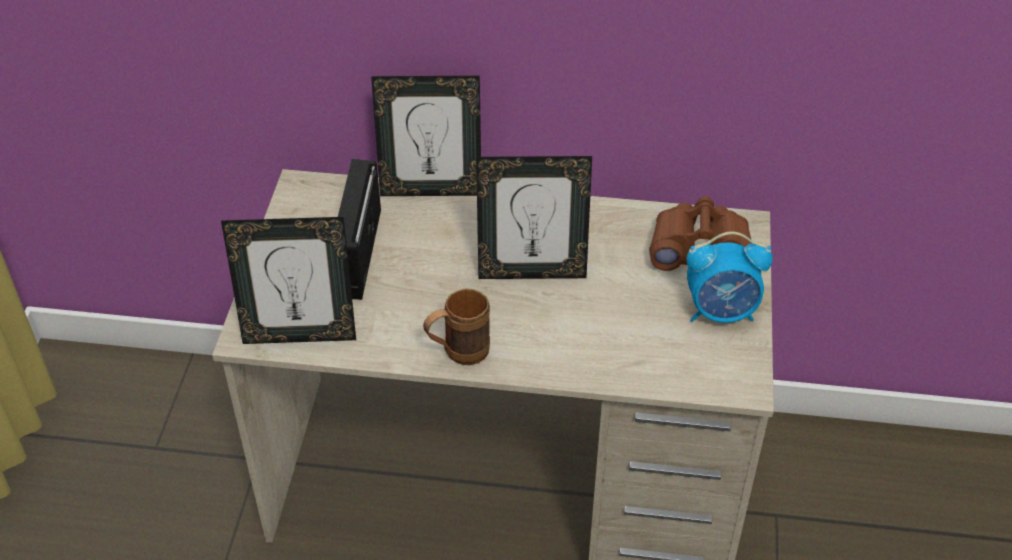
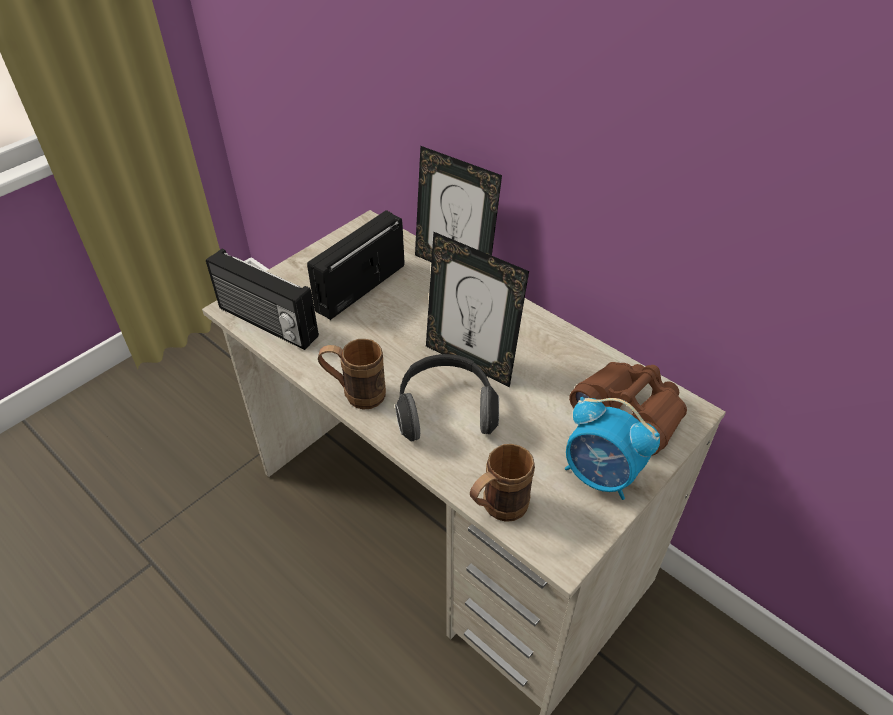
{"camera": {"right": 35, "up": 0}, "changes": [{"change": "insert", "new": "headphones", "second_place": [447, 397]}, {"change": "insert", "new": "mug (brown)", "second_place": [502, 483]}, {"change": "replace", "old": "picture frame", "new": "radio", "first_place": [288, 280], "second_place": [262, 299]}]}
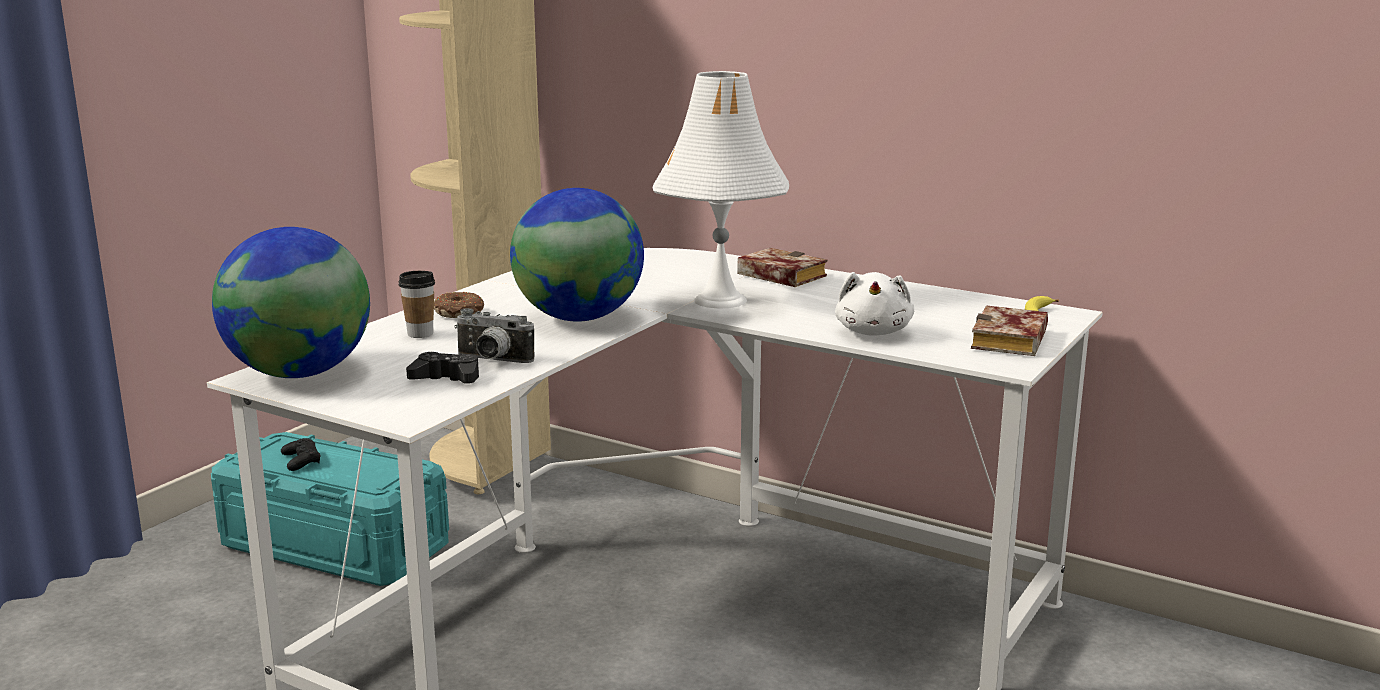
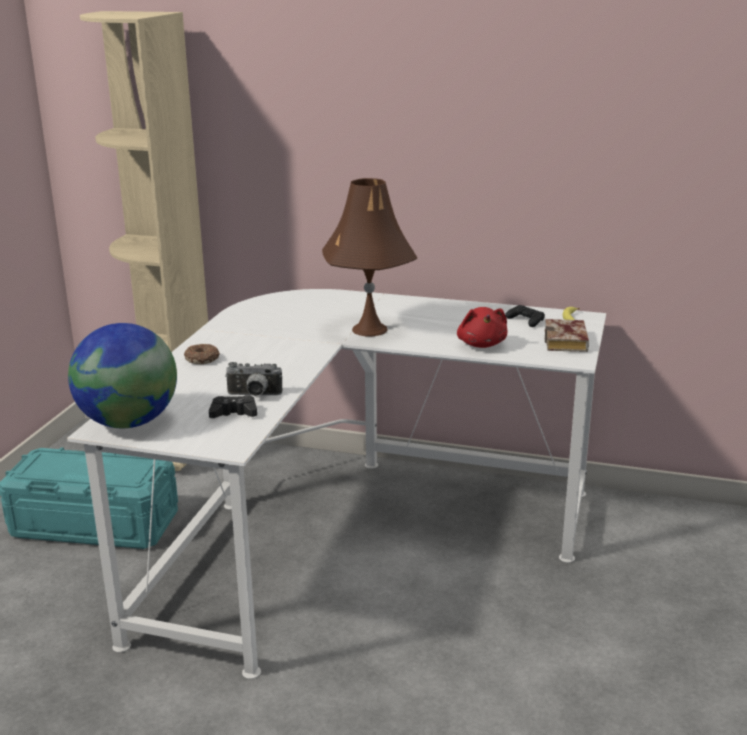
{"camera": {"right": -15, "up": 5}, "changes": [{"change": "delete", "old": "cup", "first_place": [417, 304]}, {"change": "delete", "old": "globe", "first_place": [577, 255]}, {"change": "delete", "old": "book", "first_place": [782, 267]}, {"change": "move", "old": "game controller (black)", "first_place": [301, 454], "second_place": [525, 316]}, {"change": "recolor", "old": "table lamp (white)", "new": "table lamp (brown)", "first_place": [720, 190], "second_place": [369, 257]}, {"change": "recolor", "old": "plush toy (white)", "new": "plush toy (red)", "first_place": [874, 304], "second_place": [482, 327]}]}
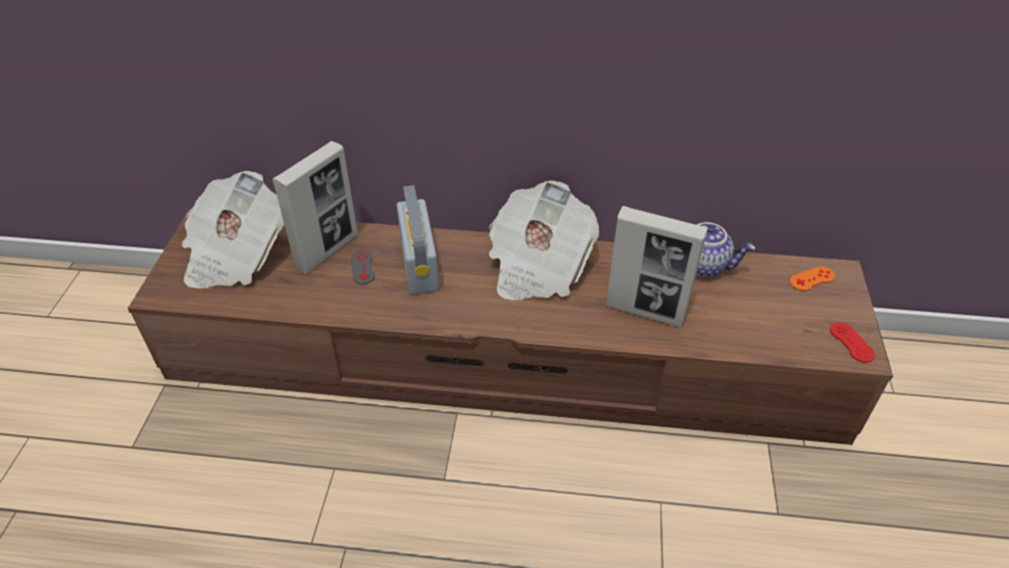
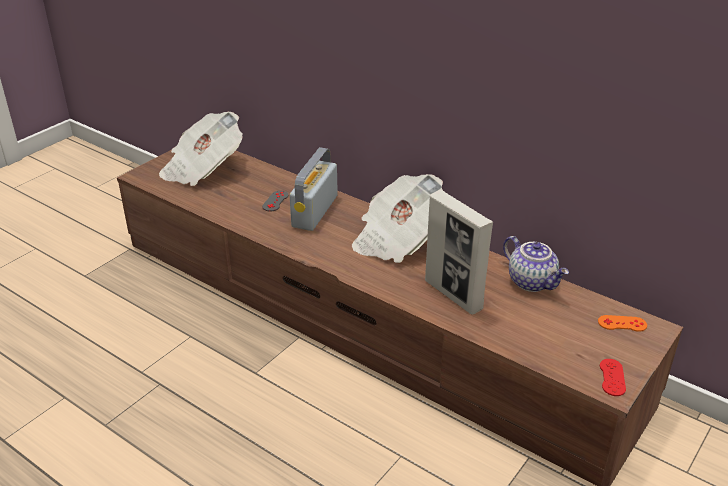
{"camera": {"right": 30, "up": -10}, "changes": [{"change": "delete", "old": "picture frame", "first_place": [315, 207]}]}
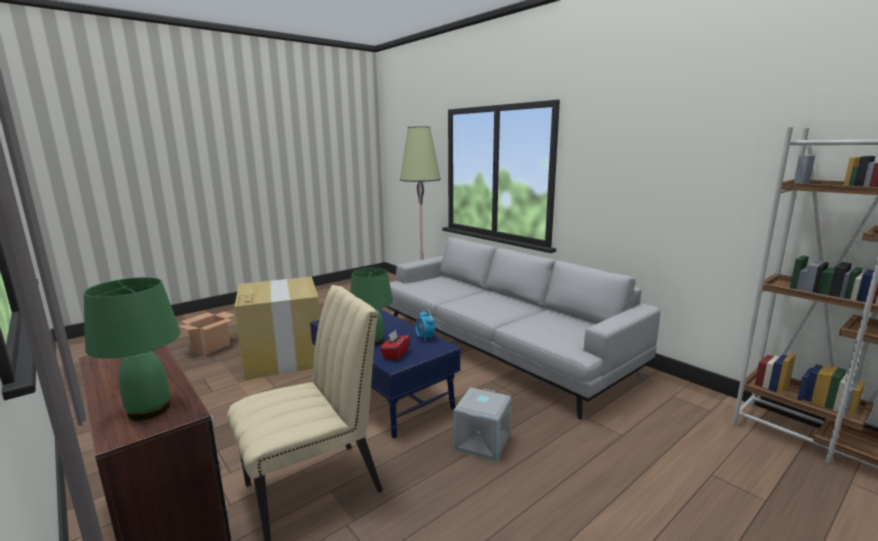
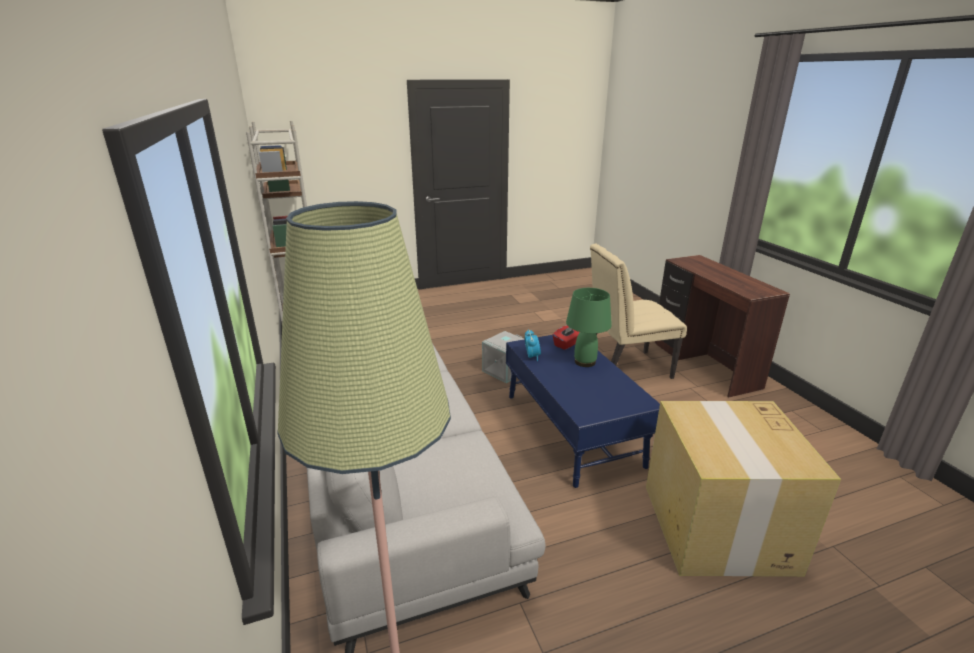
{"camera": {"right": -160, "up": 10}, "changes": [{"change": "delete", "old": "table lamp (green)", "first_place": [132, 348]}, {"change": "delete", "old": "cardboard box", "first_place": [206, 334]}]}
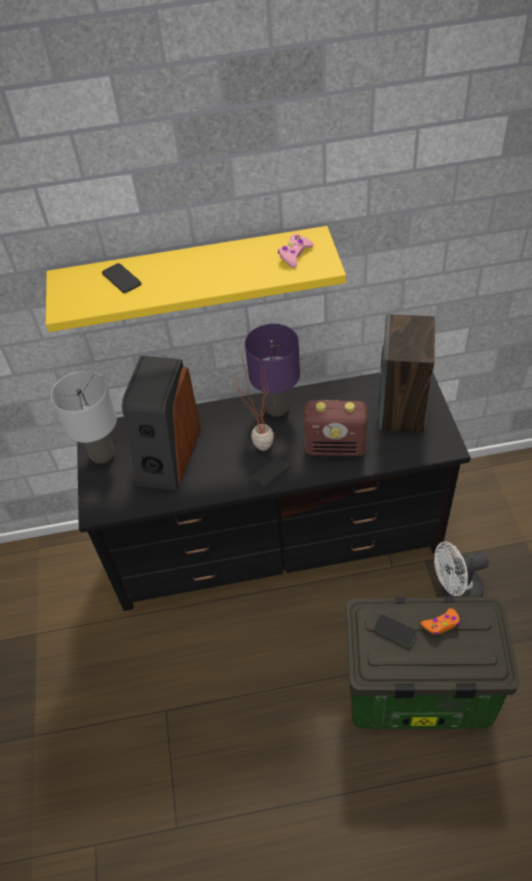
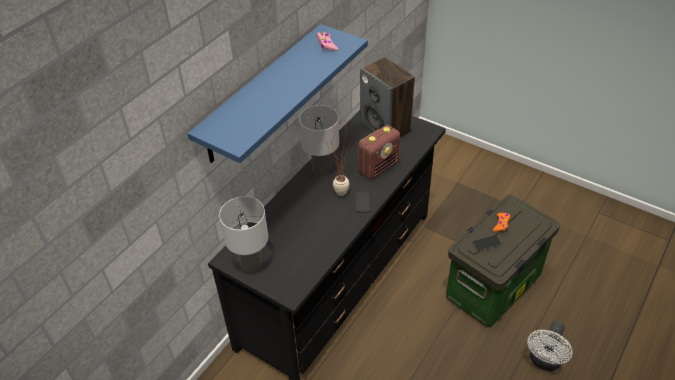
{"camera": {"right": -50, "up": -5}, "changes": [{"change": "delete", "old": "phone", "first_place": [121, 278]}, {"change": "delete", "old": "speaker", "first_place": [161, 423]}, {"change": "move", "old": "fan (white)", "first_place": [461, 569], "second_place": [550, 346]}, {"change": "recolor", "old": "shelf (yellow)", "new": "shelf (blue)", "first_place": [196, 279], "second_place": [278, 93]}, {"change": "recolor", "old": "table lamp (purple)", "new": "table lamp (white)", "first_place": [272, 370], "second_place": [319, 140]}]}
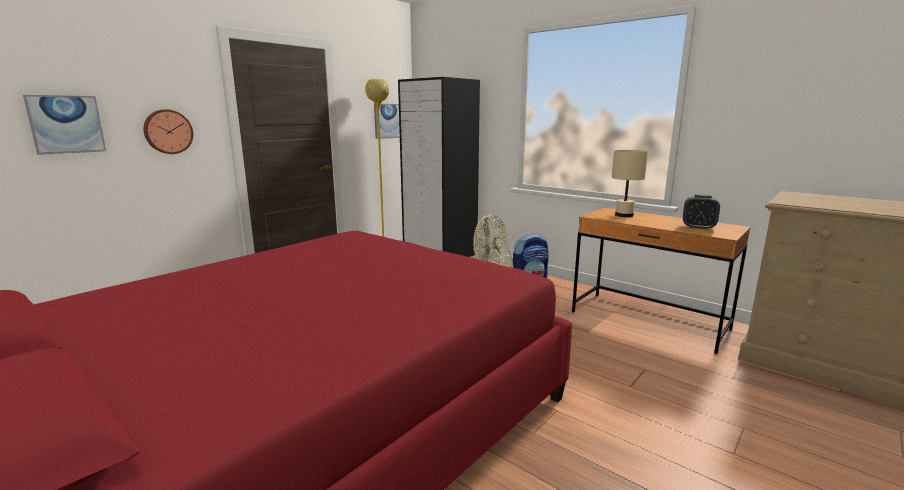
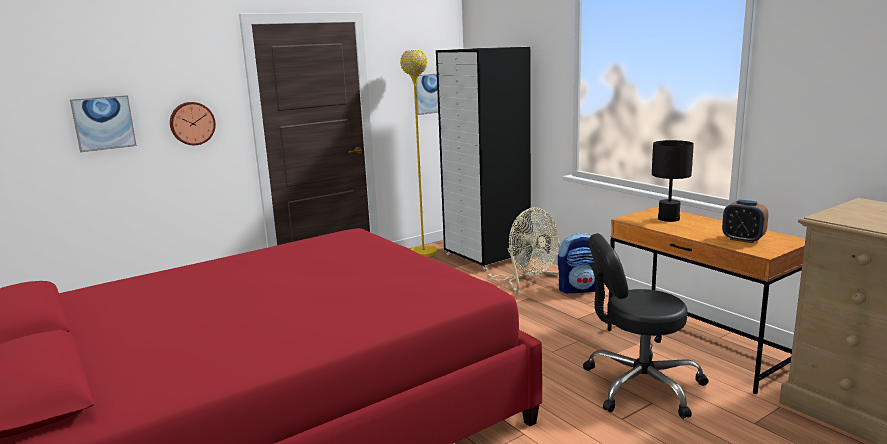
{"camera": {"right": 15, "up": 0}, "changes": [{"change": "insert", "new": "office chair (black)", "second_place": [646, 326]}, {"change": "recolor", "old": "table lamp (beige)", "new": "table lamp (black)", "first_place": [630, 183], "second_place": [673, 181]}]}
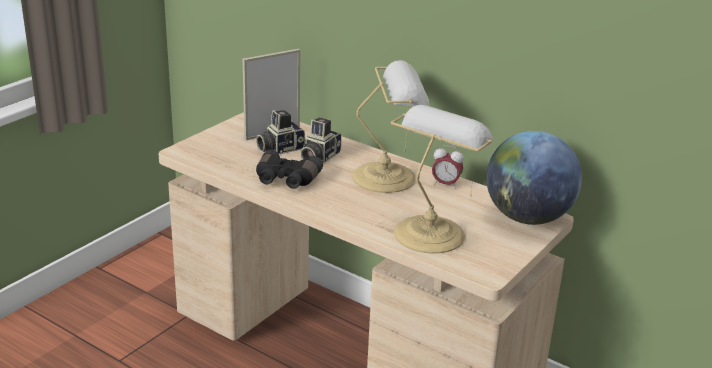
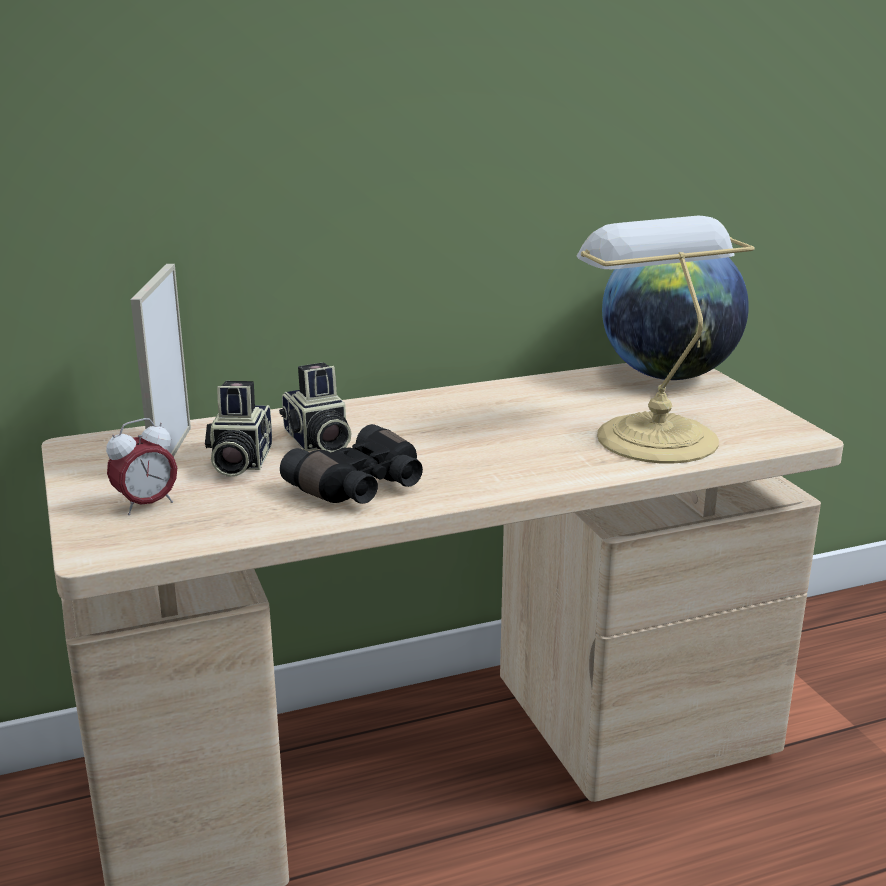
{"camera": {"right": -55, "up": -5}, "changes": [{"change": "delete", "old": "table lamp", "first_place": [390, 126]}, {"change": "move", "old": "alarm clock", "first_place": [448, 167], "second_place": [141, 466]}]}
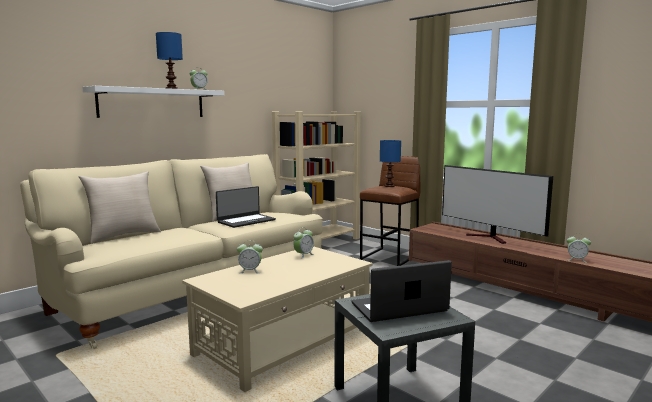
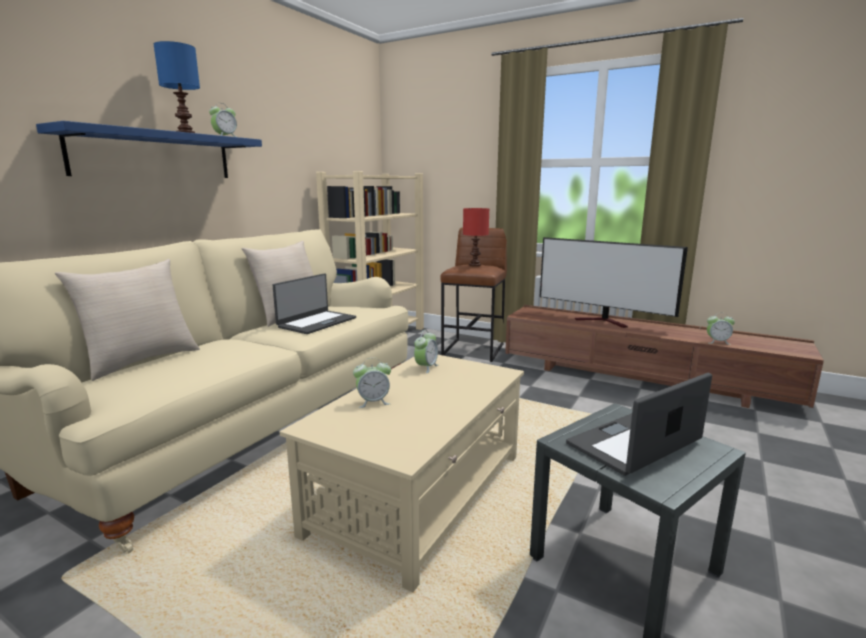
{"camera": {"right": -15, "up": 5}, "changes": [{"change": "recolor", "old": "shelf (white)", "new": "shelf (blue)", "first_place": [153, 102], "second_place": [149, 149]}, {"change": "recolor", "old": "table lamp (blue)", "new": "table lamp (red)", "first_place": [390, 163], "second_place": [476, 237]}]}
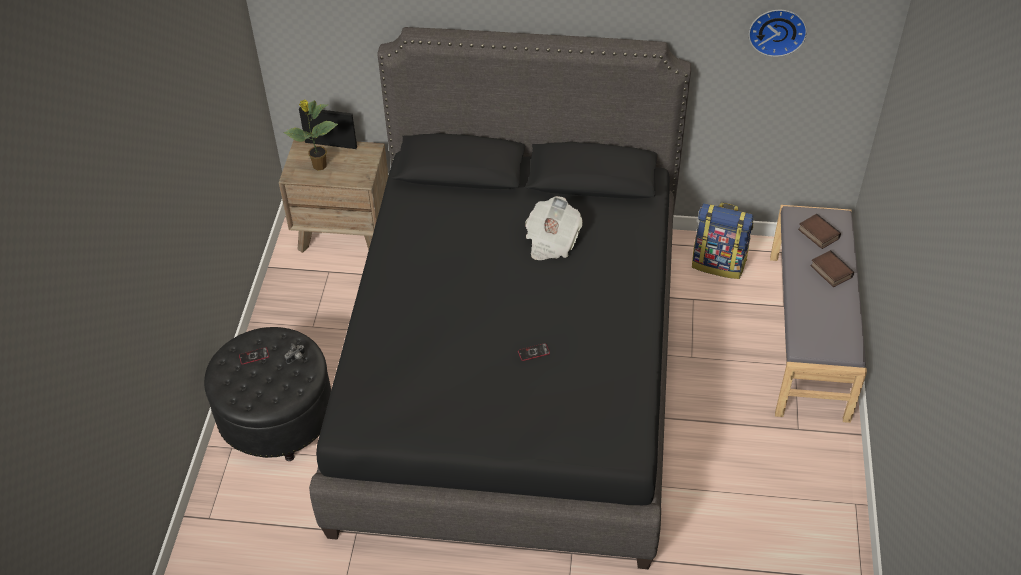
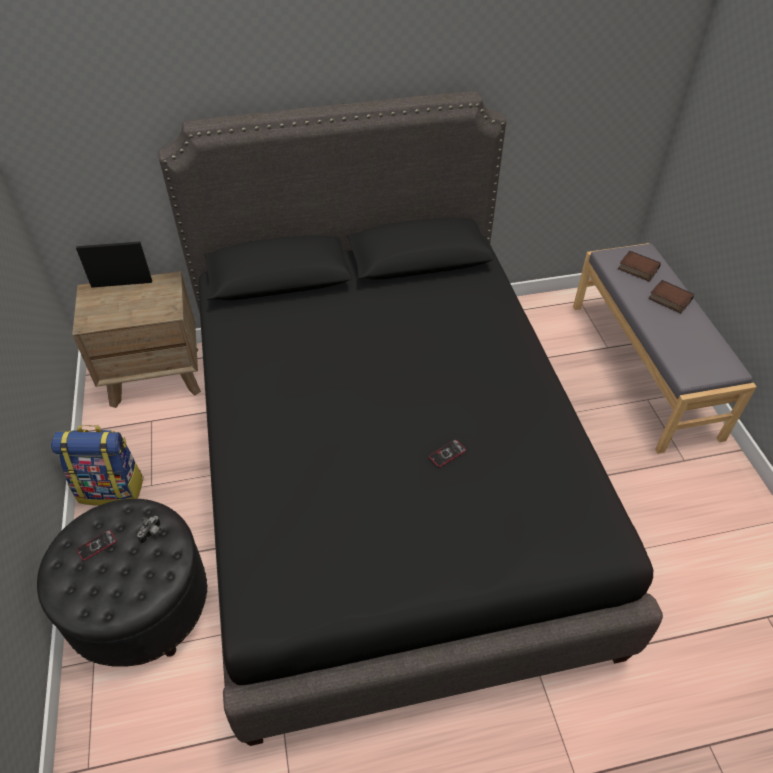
{"camera": {"right": -20, "up": 0}, "changes": [{"change": "delete", "old": "potted plant", "first_place": [310, 135]}, {"change": "delete", "old": "newspaper", "first_place": [554, 228]}, {"change": "delete", "old": "wall clock", "first_place": [778, 33]}, {"change": "move", "old": "backpack", "first_place": [722, 241], "second_place": [97, 465]}]}
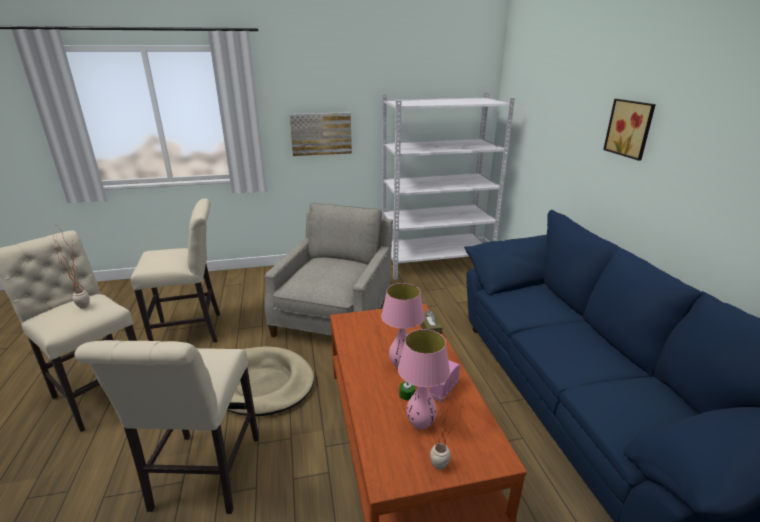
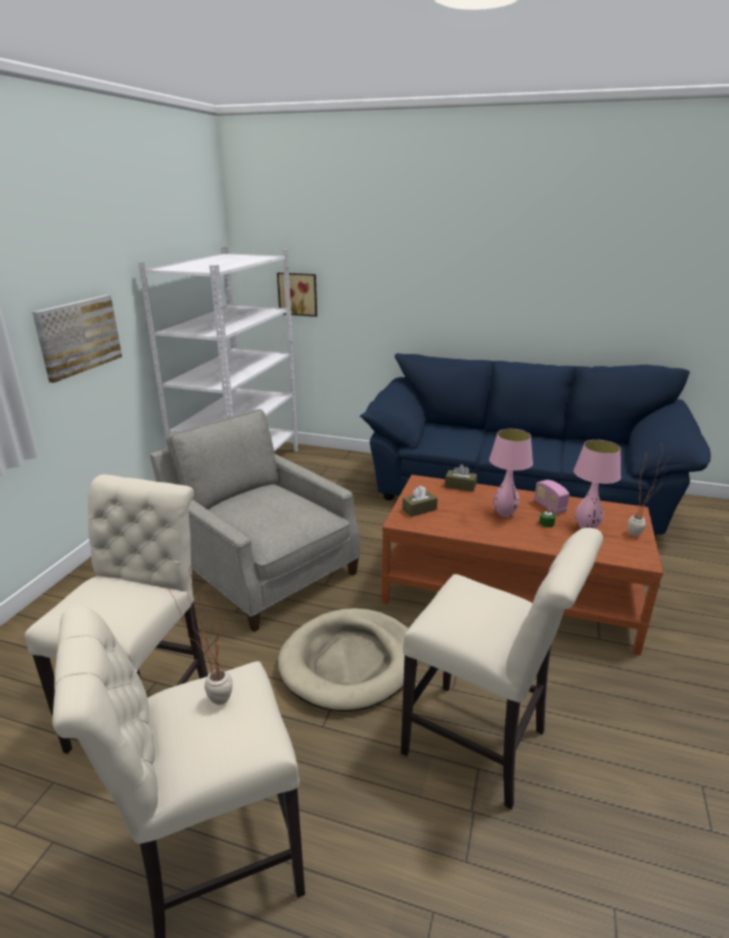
{"camera": {"right": -60, "up": 0}, "changes": [{"change": "insert", "new": "tissue box (brown)", "second_place": [420, 501]}, {"change": "move", "old": "picture", "first_place": [629, 130], "second_place": [297, 295]}]}
